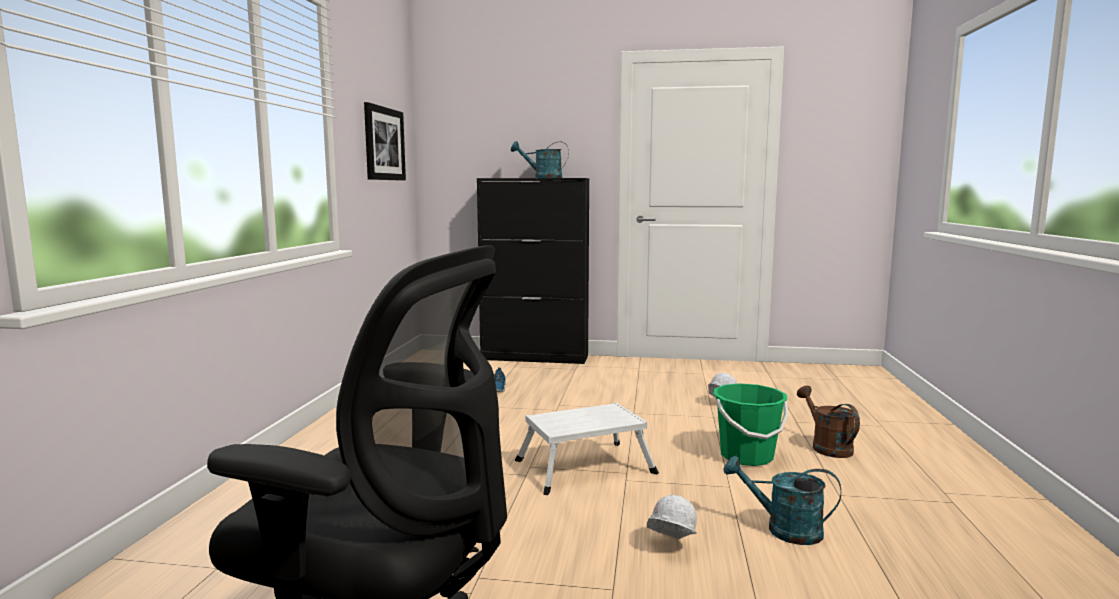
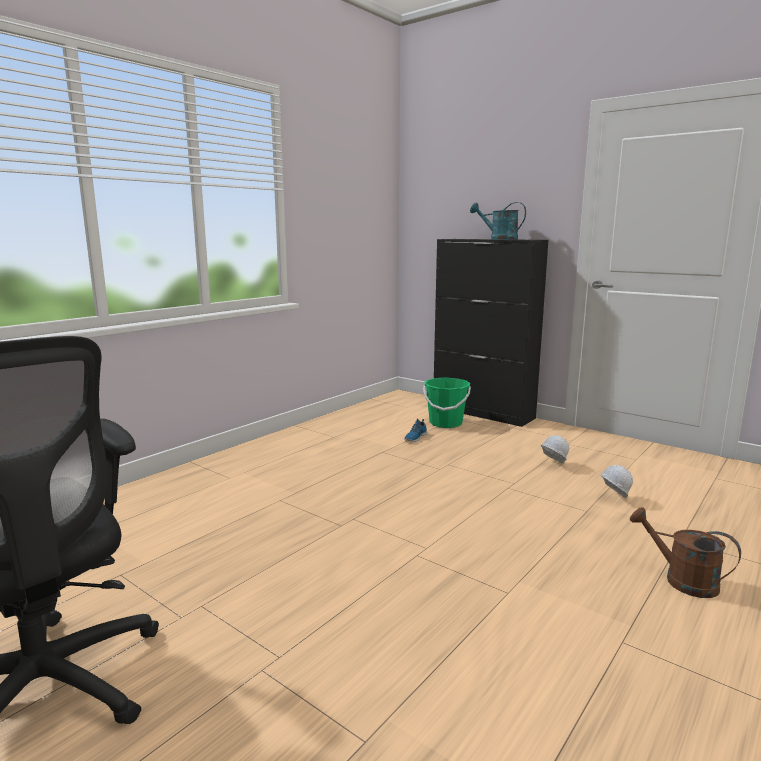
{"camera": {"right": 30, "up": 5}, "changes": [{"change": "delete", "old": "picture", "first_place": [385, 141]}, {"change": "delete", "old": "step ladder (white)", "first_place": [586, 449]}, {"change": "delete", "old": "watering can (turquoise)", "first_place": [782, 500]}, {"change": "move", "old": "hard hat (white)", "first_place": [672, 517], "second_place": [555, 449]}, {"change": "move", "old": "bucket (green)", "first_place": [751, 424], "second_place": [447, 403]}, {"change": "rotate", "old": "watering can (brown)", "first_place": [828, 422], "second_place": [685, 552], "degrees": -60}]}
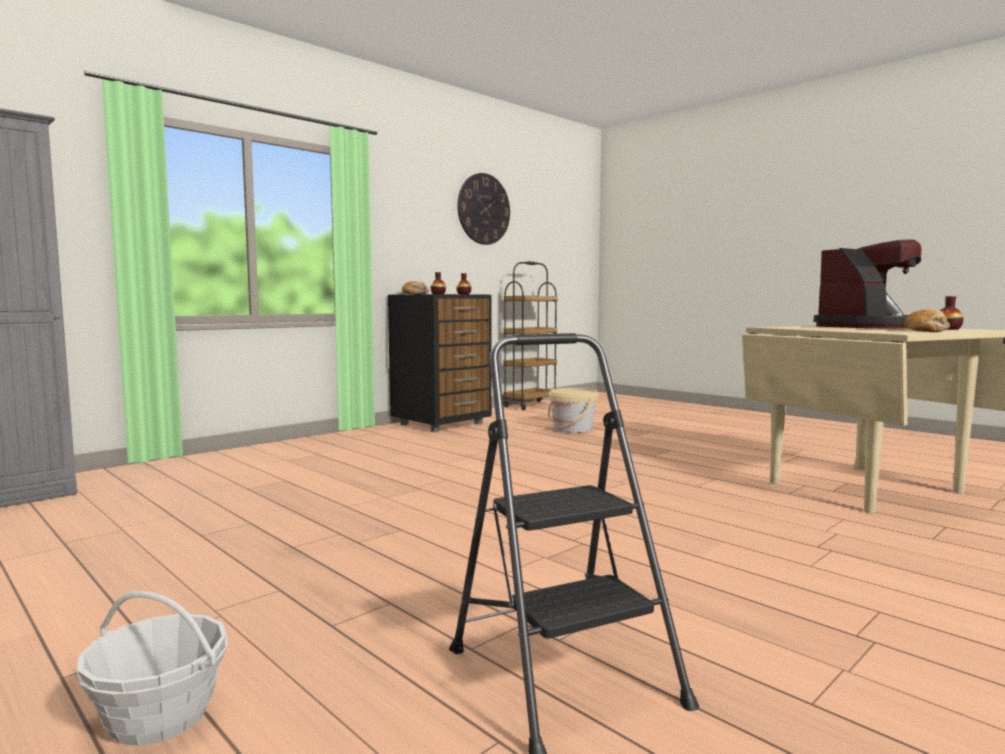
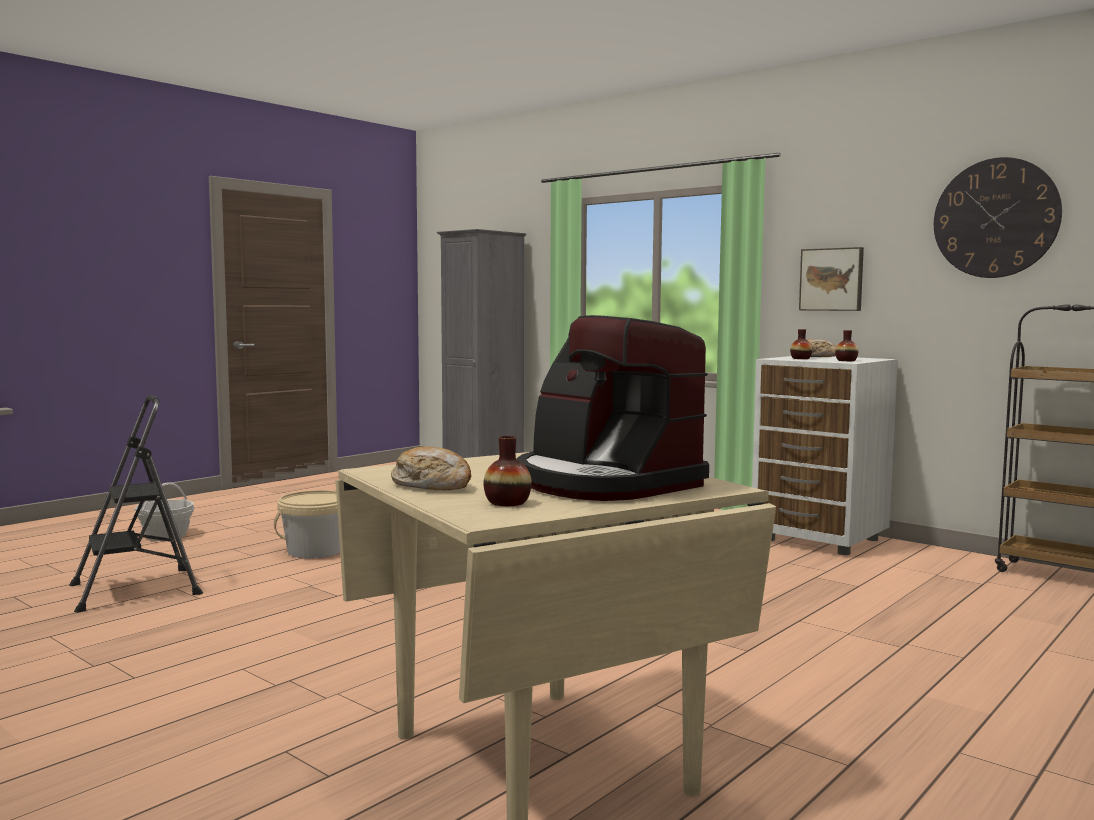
{"camera": {"right": 85, "up": 0}, "changes": [{"change": "insert", "new": "picture", "second_place": [831, 279]}, {"change": "move", "old": "bucket (beige)", "first_place": [573, 410], "second_place": [307, 524]}, {"change": "recolor", "old": "dresser (black)", "new": "dresser (white)", "first_place": [440, 363], "second_place": [825, 455]}]}
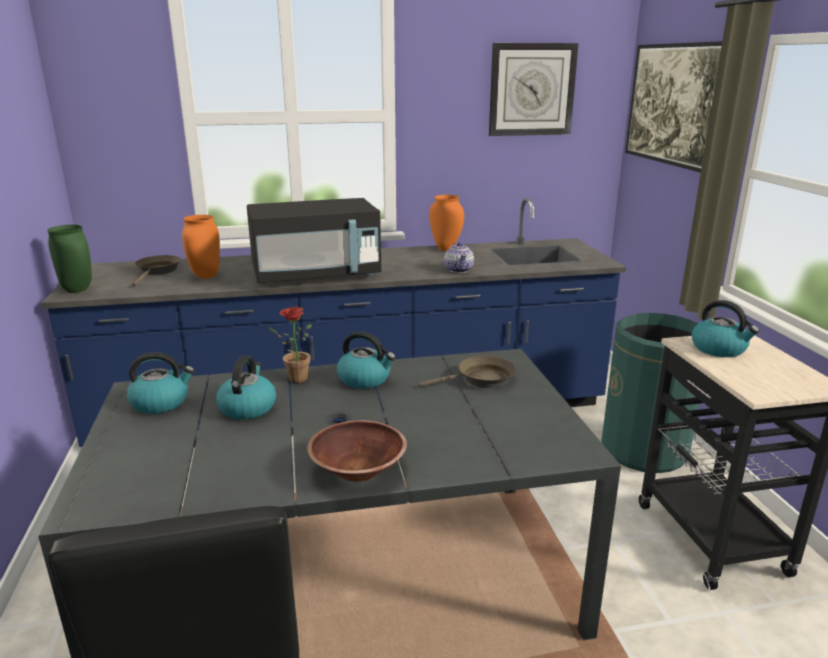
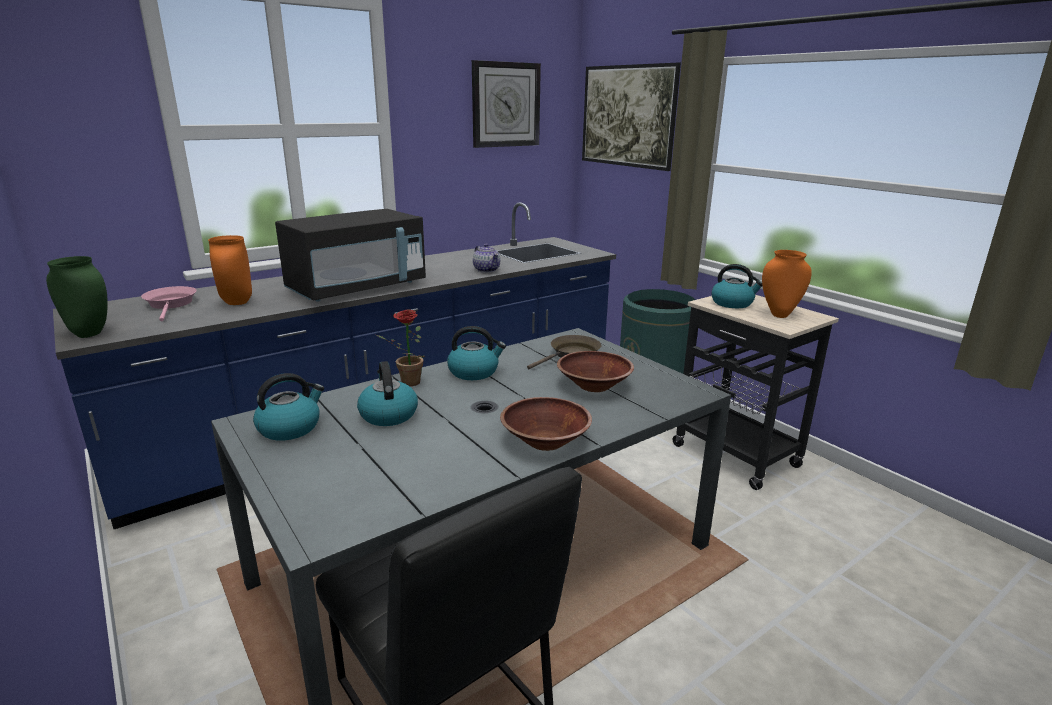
{"camera": {"right": -25, "up": 0}, "changes": [{"change": "insert", "new": "bowl (brown)", "second_place": [595, 371]}, {"change": "move", "old": "vase (orange)", "first_place": [446, 223], "second_place": [787, 284]}, {"change": "recolor", "old": "frying pan (brown)", "new": "frying pan (pink)", "first_place": [156, 270], "second_place": [169, 303]}]}
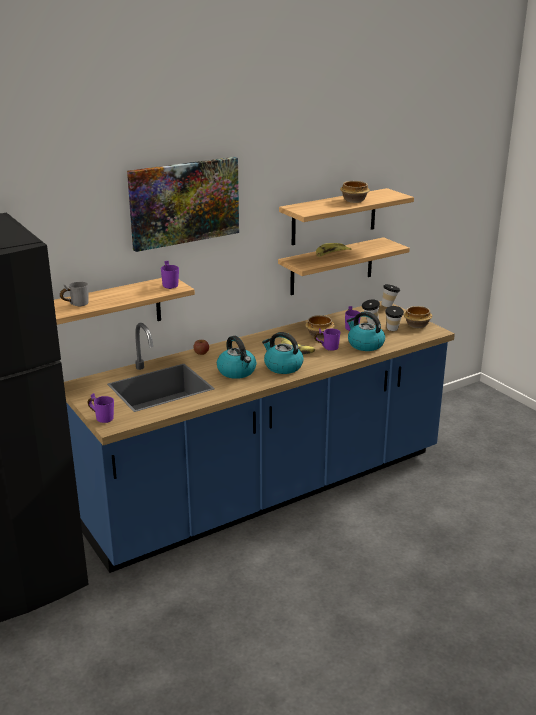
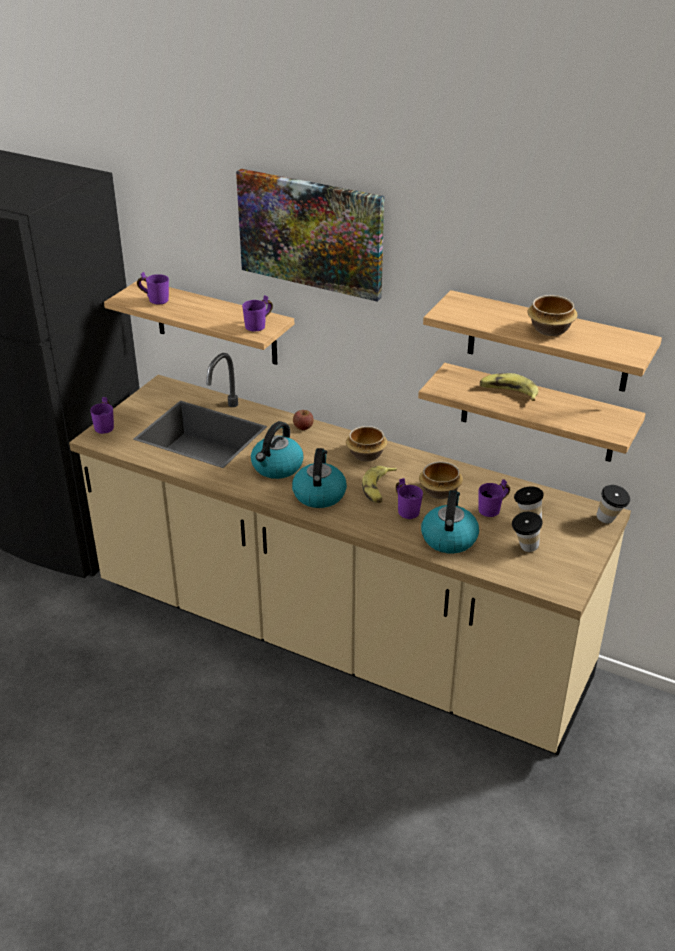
{"camera": {"right": 60, "up": 10}, "changes": [{"change": "move", "old": "bowl", "first_place": [418, 317], "second_place": [367, 444]}, {"change": "recolor", "old": "mug (grey)", "new": "mug (purple)", "first_place": [74, 294], "second_place": [153, 288]}, {"change": "recolor", "old": "counter (blue)", "new": "counter (beige)", "first_place": [259, 437], "second_place": [350, 554]}]}
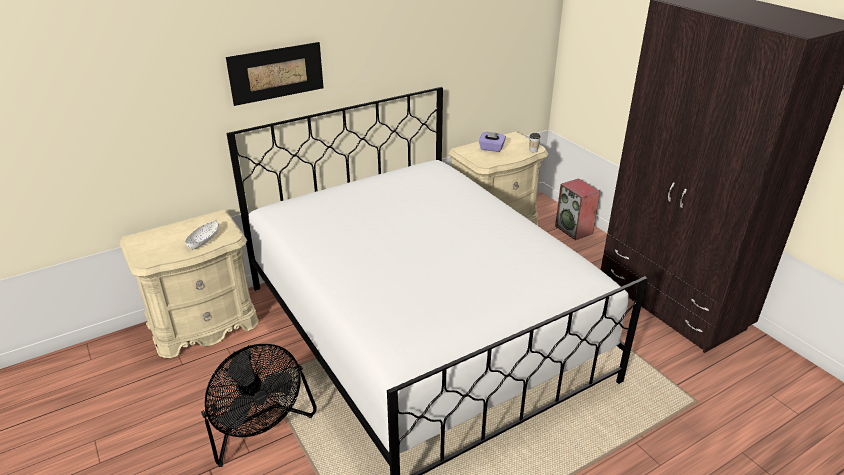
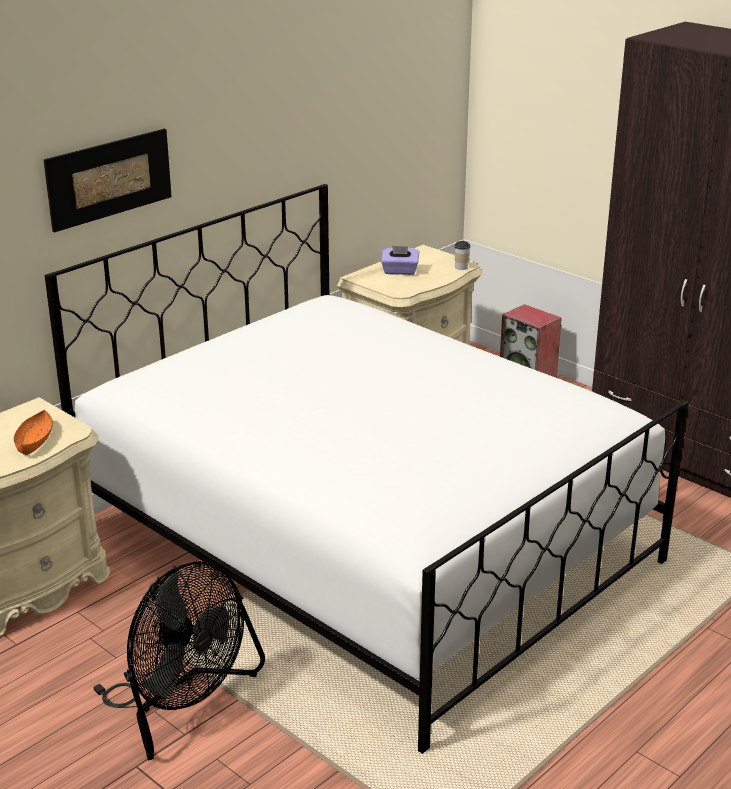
{"camera": {"right": -15, "up": -5}, "changes": [{"change": "recolor", "old": "bowl (white)", "new": "bowl (orange)", "first_place": [202, 235], "second_place": [33, 432]}]}
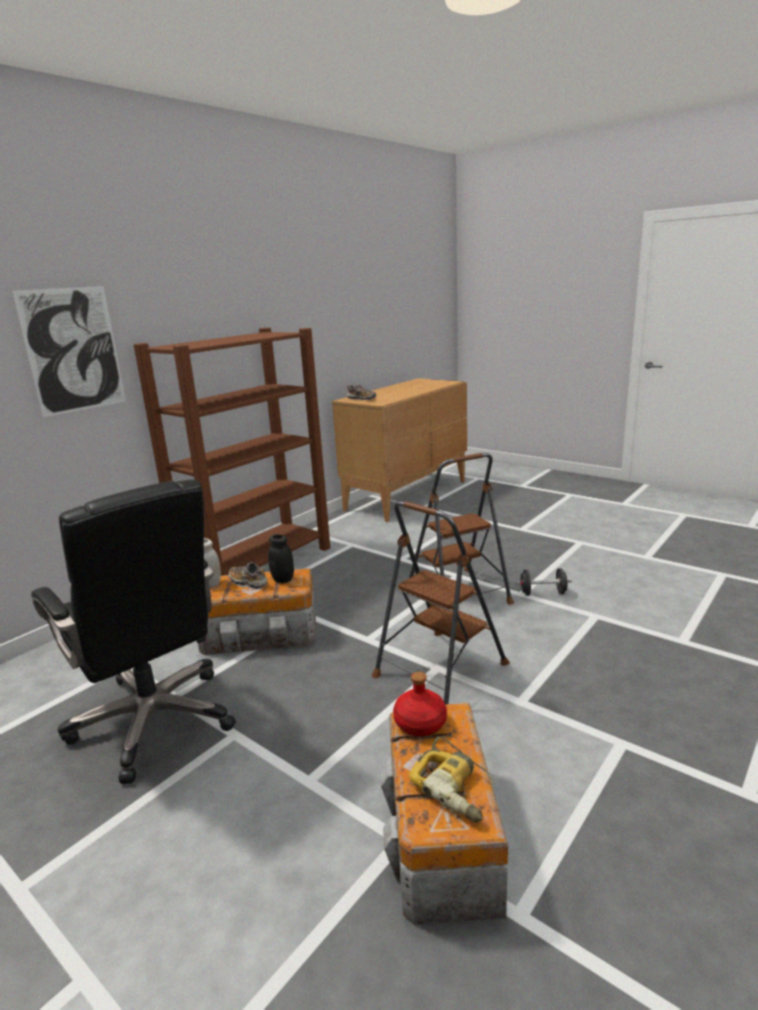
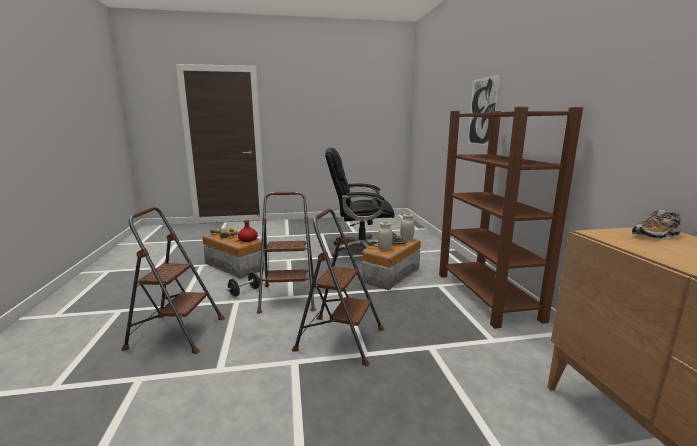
{"camera": {"right": 130, "up": -5}, "changes": [{"change": "insert", "new": "step ladder (brown)", "second_place": [173, 280]}, {"change": "move", "old": "dumbbell (black)", "first_place": [544, 582], "second_place": [243, 284]}, {"change": "recolor", "old": "jar (black)", "new": "jar (white)", "first_place": [281, 558], "second_place": [385, 236]}]}
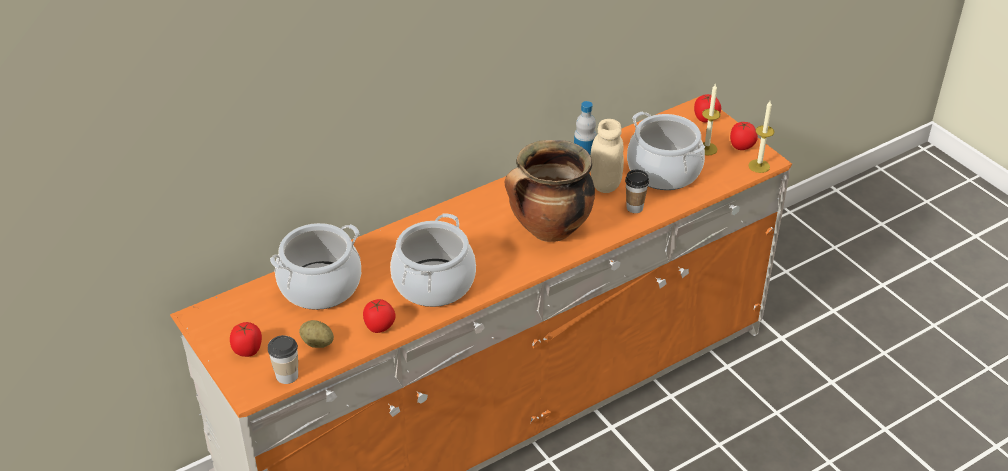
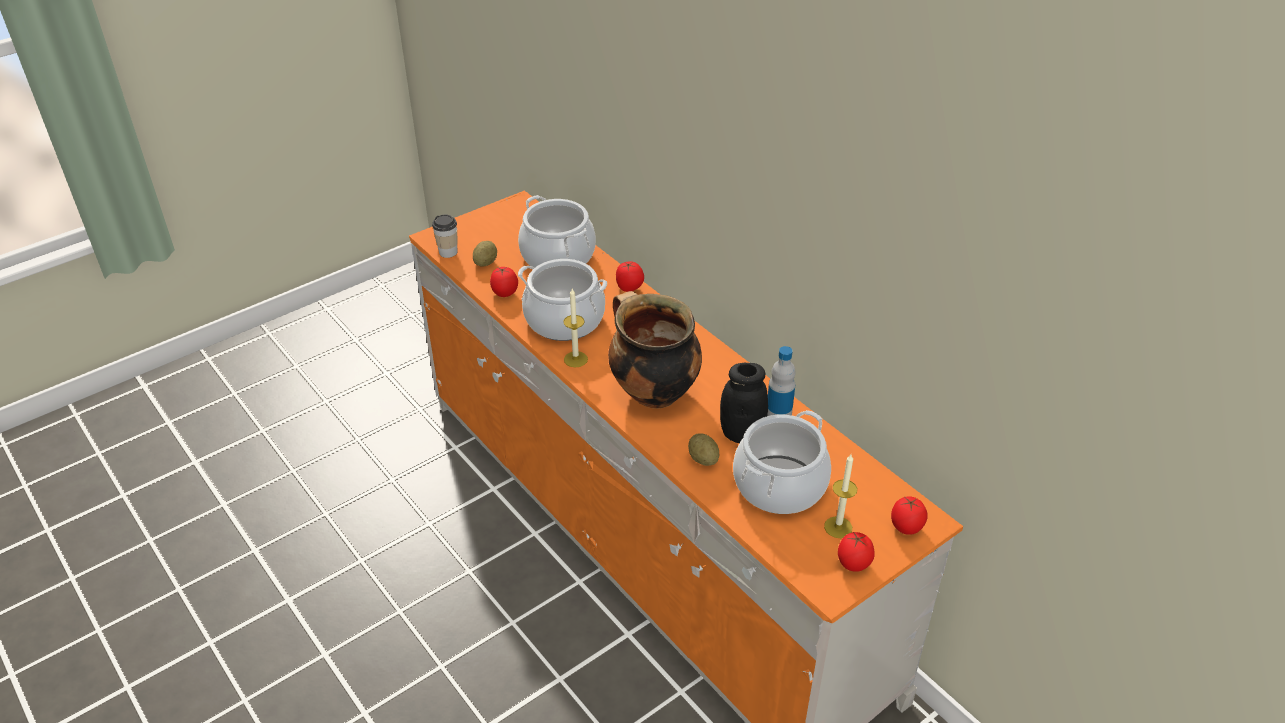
{"camera": {"right": 85, "up": 0}, "changes": [{"change": "move", "old": "tomato", "first_place": [246, 339], "second_place": [630, 276]}, {"change": "move", "old": "candle", "first_place": [761, 137], "second_place": [575, 328]}, {"change": "replace", "old": "cup", "new": "potato", "first_place": [637, 191], "second_place": [703, 450]}, {"change": "recolor", "old": "jar (beige)", "new": "jar (black)", "first_place": [607, 156], "second_place": [744, 403]}]}
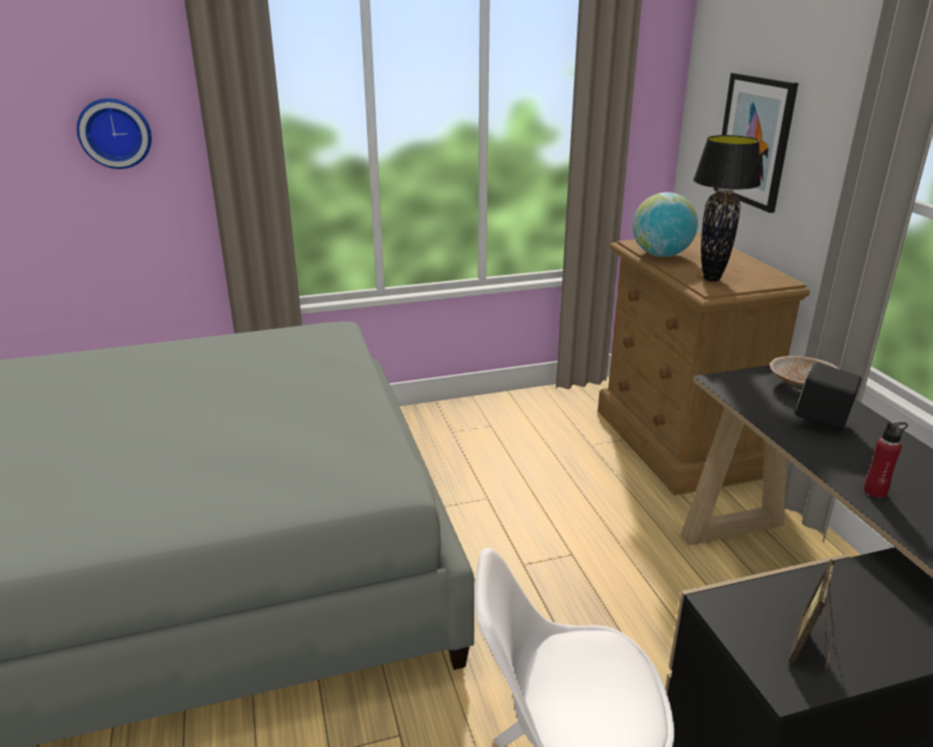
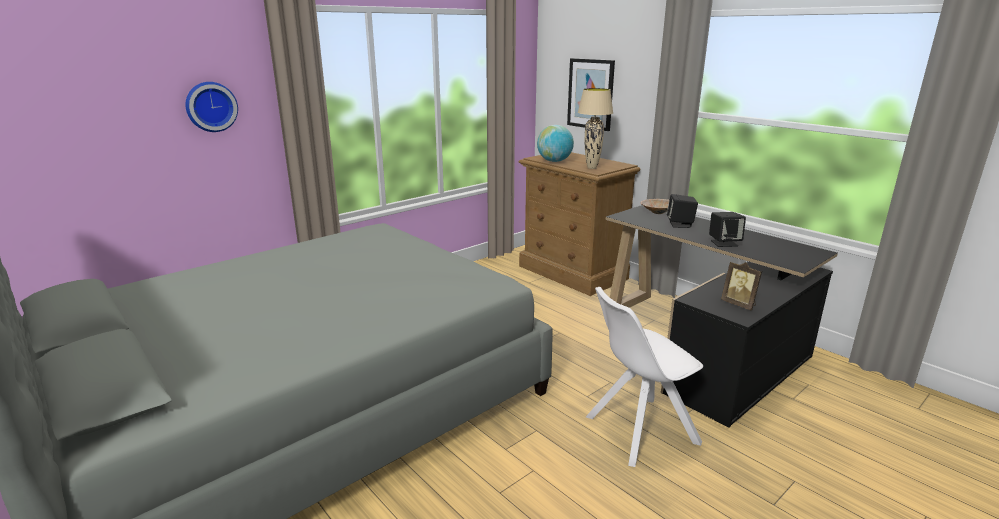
{"camera": {"right": -25, "up": -5}, "changes": [{"change": "replace", "old": "bottle (red)", "new": "speaker (black)", "first_place": [886, 460], "second_place": [727, 229]}, {"change": "recolor", "old": "table lamp (black)", "new": "table lamp (beige)", "first_place": [727, 208], "second_place": [595, 128]}, {"change": "rotate", "old": "picture frame", "first_place": [812, 615], "second_place": [741, 286], "degrees": -45}]}
